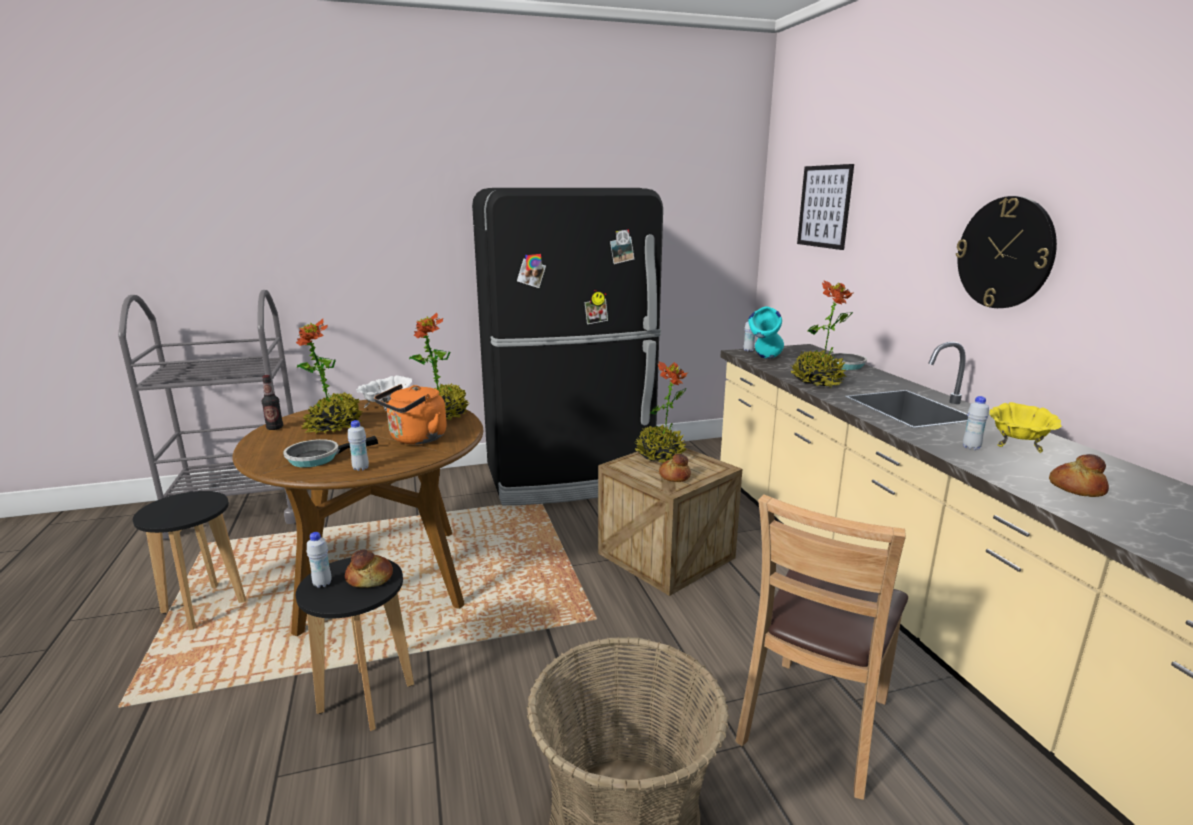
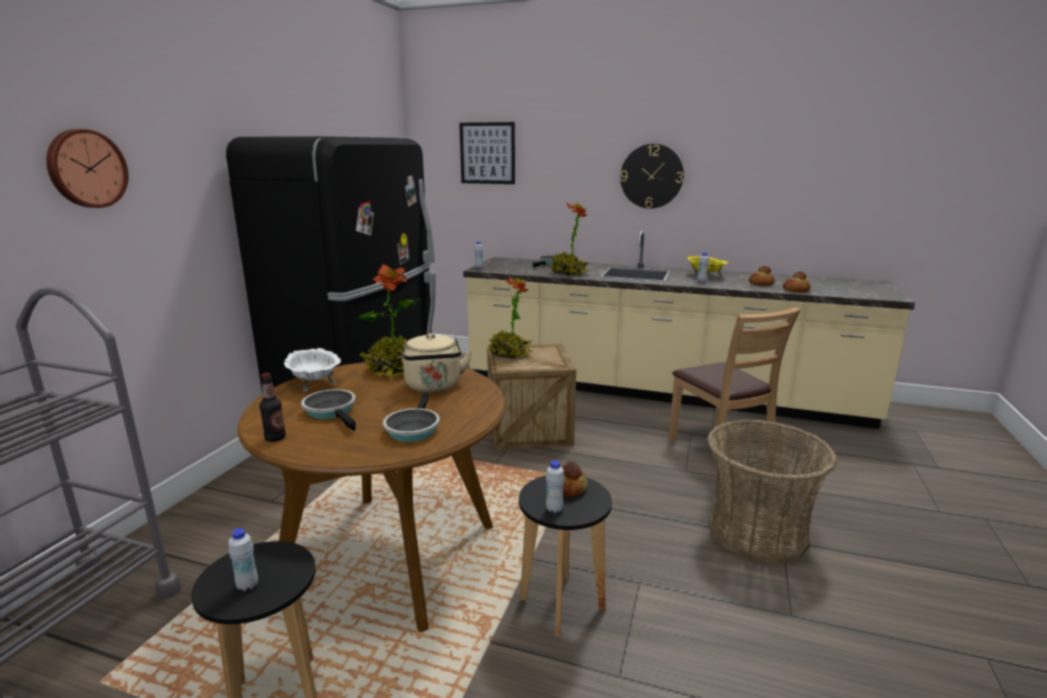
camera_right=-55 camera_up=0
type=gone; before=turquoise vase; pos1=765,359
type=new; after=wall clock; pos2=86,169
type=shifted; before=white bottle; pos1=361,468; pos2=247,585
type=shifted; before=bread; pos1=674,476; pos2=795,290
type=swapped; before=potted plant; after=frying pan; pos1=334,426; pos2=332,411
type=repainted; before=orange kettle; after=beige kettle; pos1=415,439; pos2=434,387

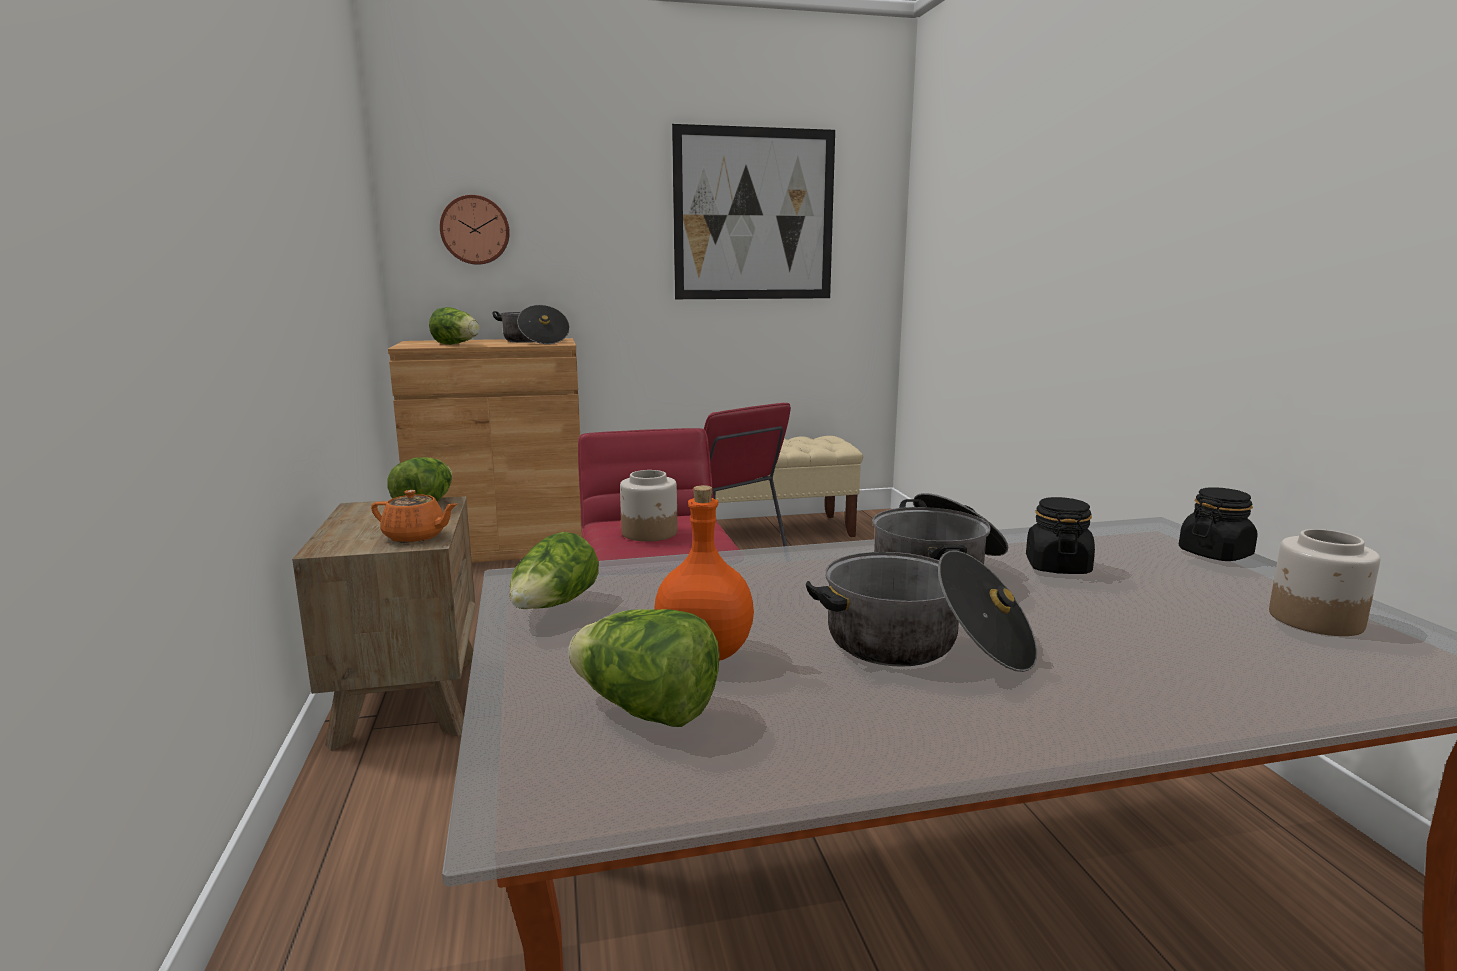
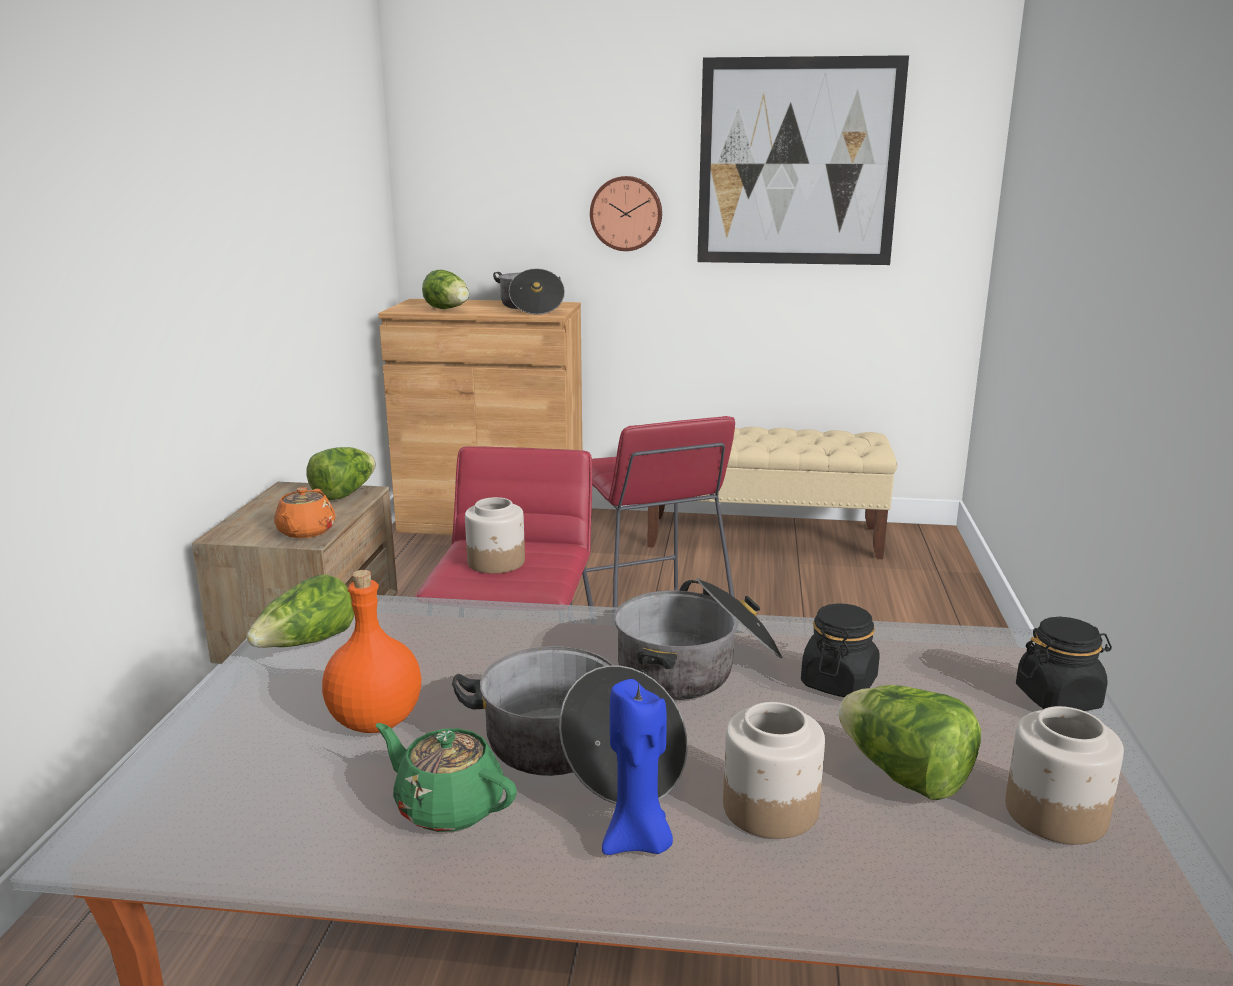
camera_right=20 camera_up=5
type=new; after=green teapot; pos2=448,806
type=new; after=blue candle; pos2=639,842
type=new; after=jar; pos2=769,808
type=shifted; before=wall clock; pos1=475,230; pos2=626,213
type=shifted; before=lettuce; pos1=646,710; pos2=904,776
type=rotated; before=orange teapot; pos1=416,537; pos2=305,532; turn=60

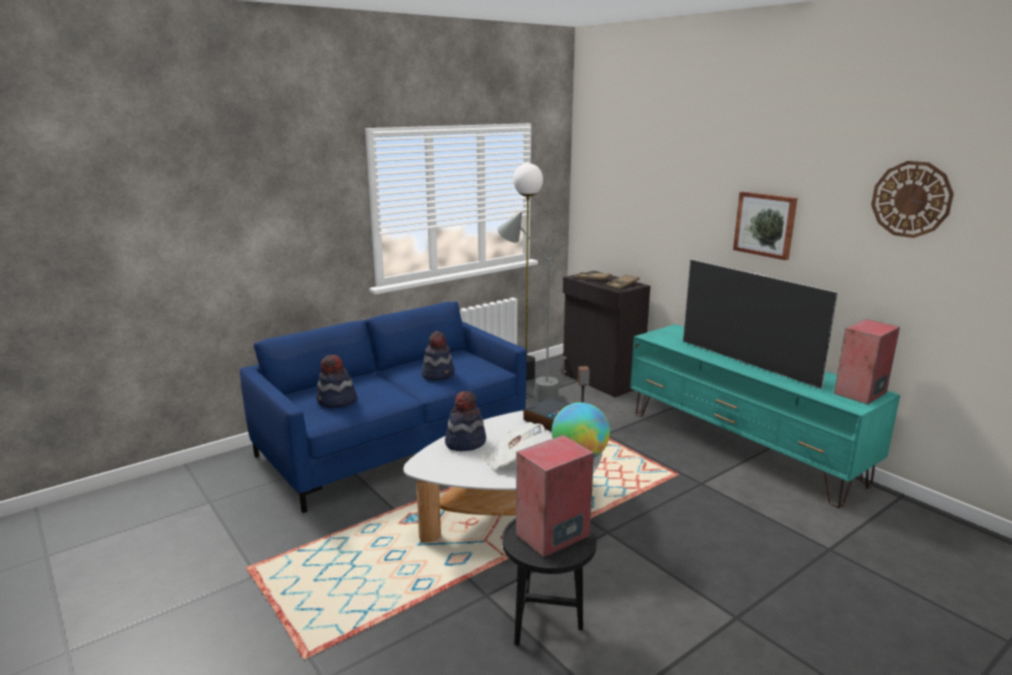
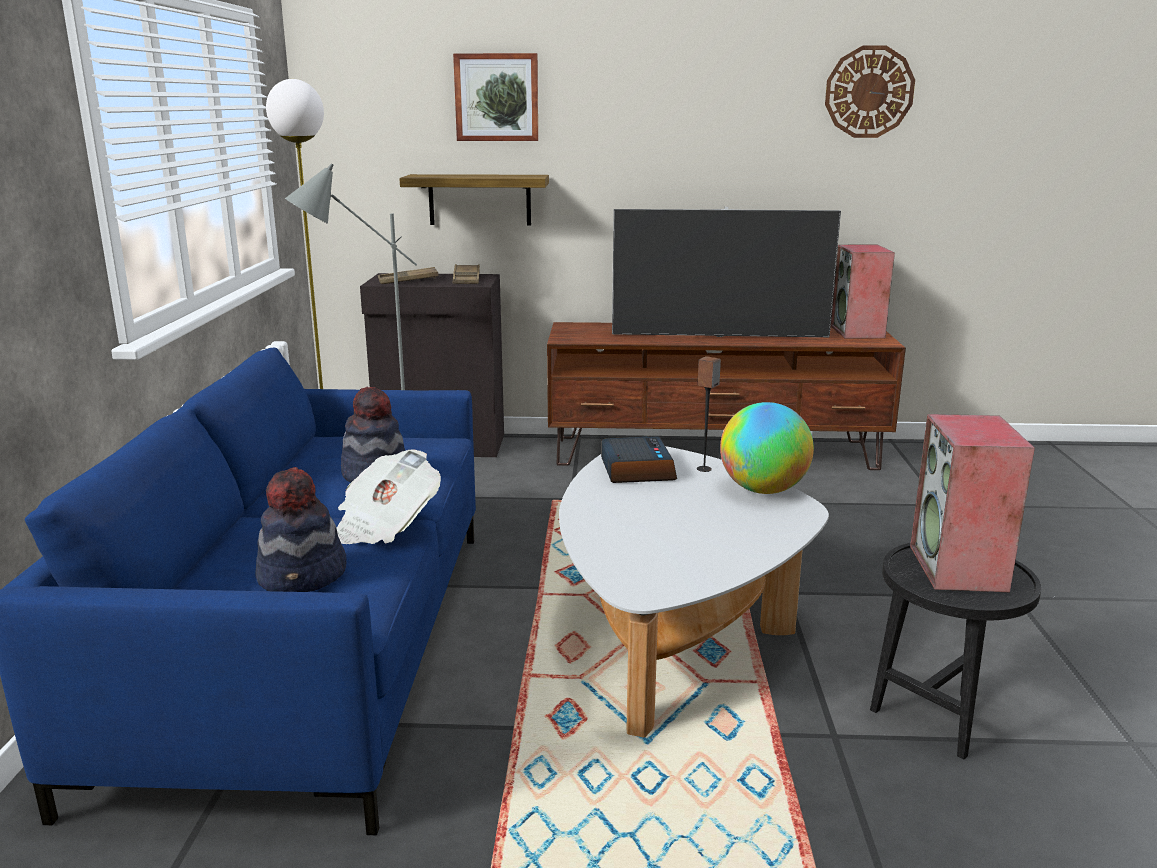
camera_right=-50 camera_up=0
type=gone; before=hat; pos1=465,442
type=new; after=shelf; pos2=479,199
type=shifted; before=newspaper; pos1=511,459; pos2=385,526
type=shifted; before=picture; pos1=765,224; pos2=497,97
type=repainted; before=turquoise tv stand; after=brown tv stand; pos1=742,447; pos2=715,453

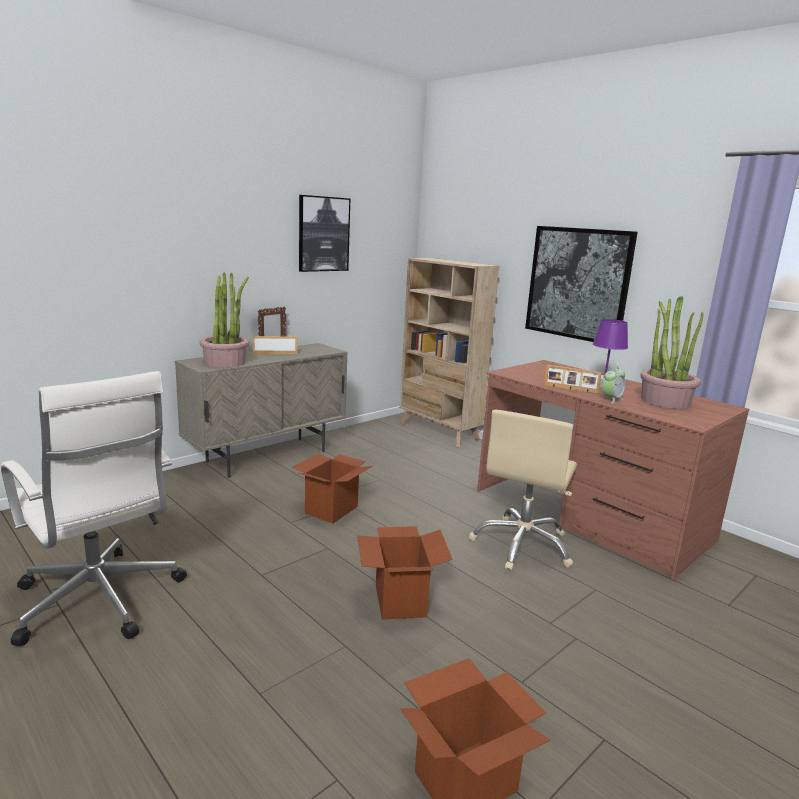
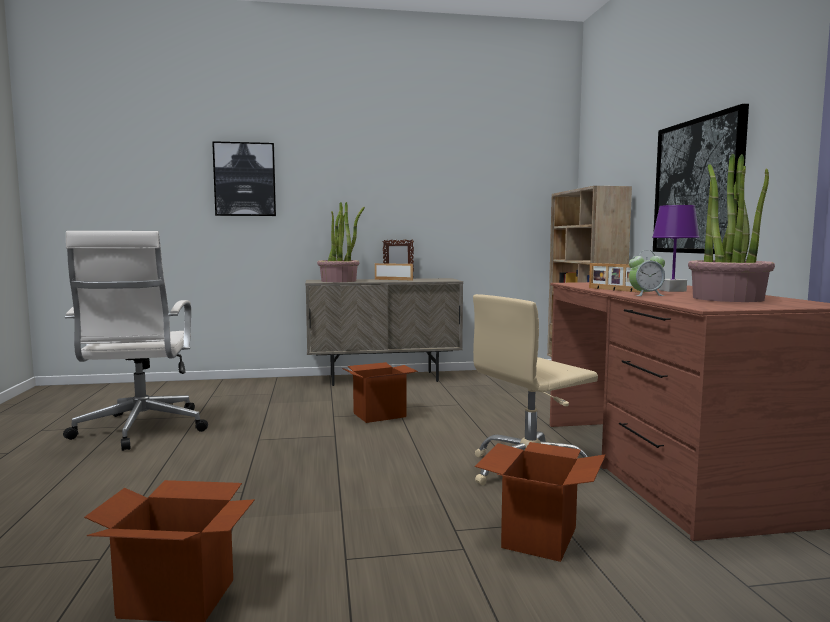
camera_right=35 camera_up=-10
type=shifted; before=picture; pos1=323,234; pos2=245,179
type=shifted; before=cardboard box; pos1=400,600; pos2=539,537

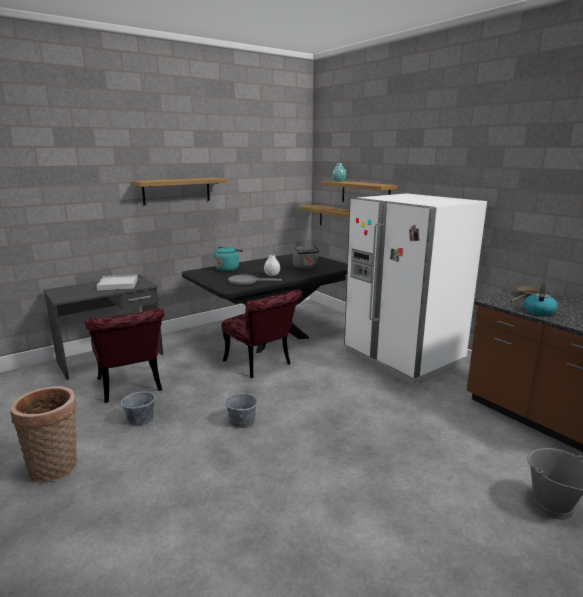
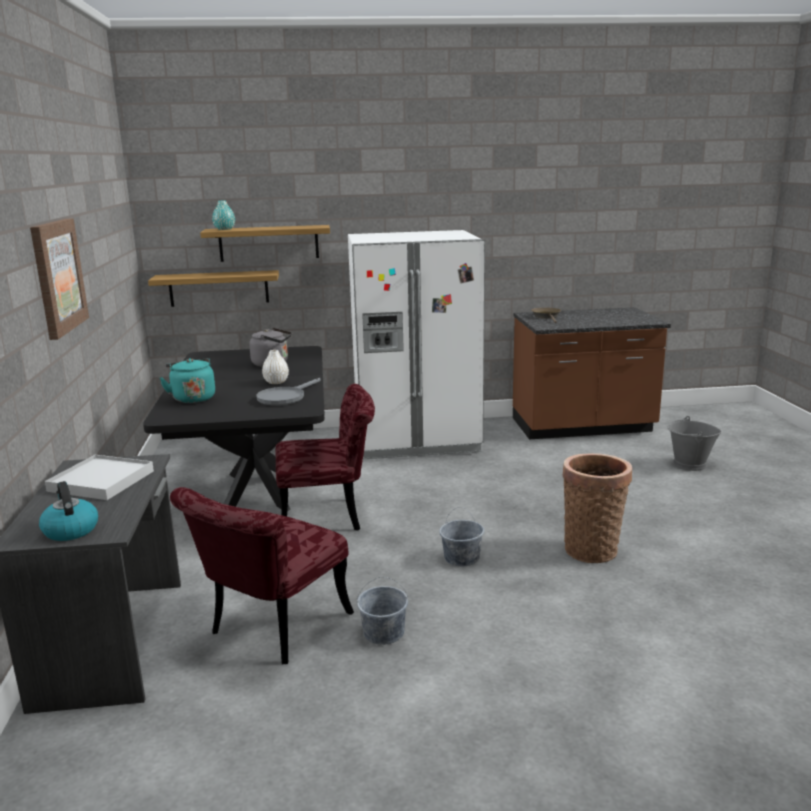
camera_right=-60 camera_up=0
type=shifted; before=basket; pos1=56,468; pos2=592,548
type=shifted; before=kettle; pos1=538,311; pos2=70,530
type=swapped; before=shelf; after=picture; pos1=176,191; pos2=58,276
type=rotated; before=red chair; pos1=131,388; pos2=271,630; turn=120

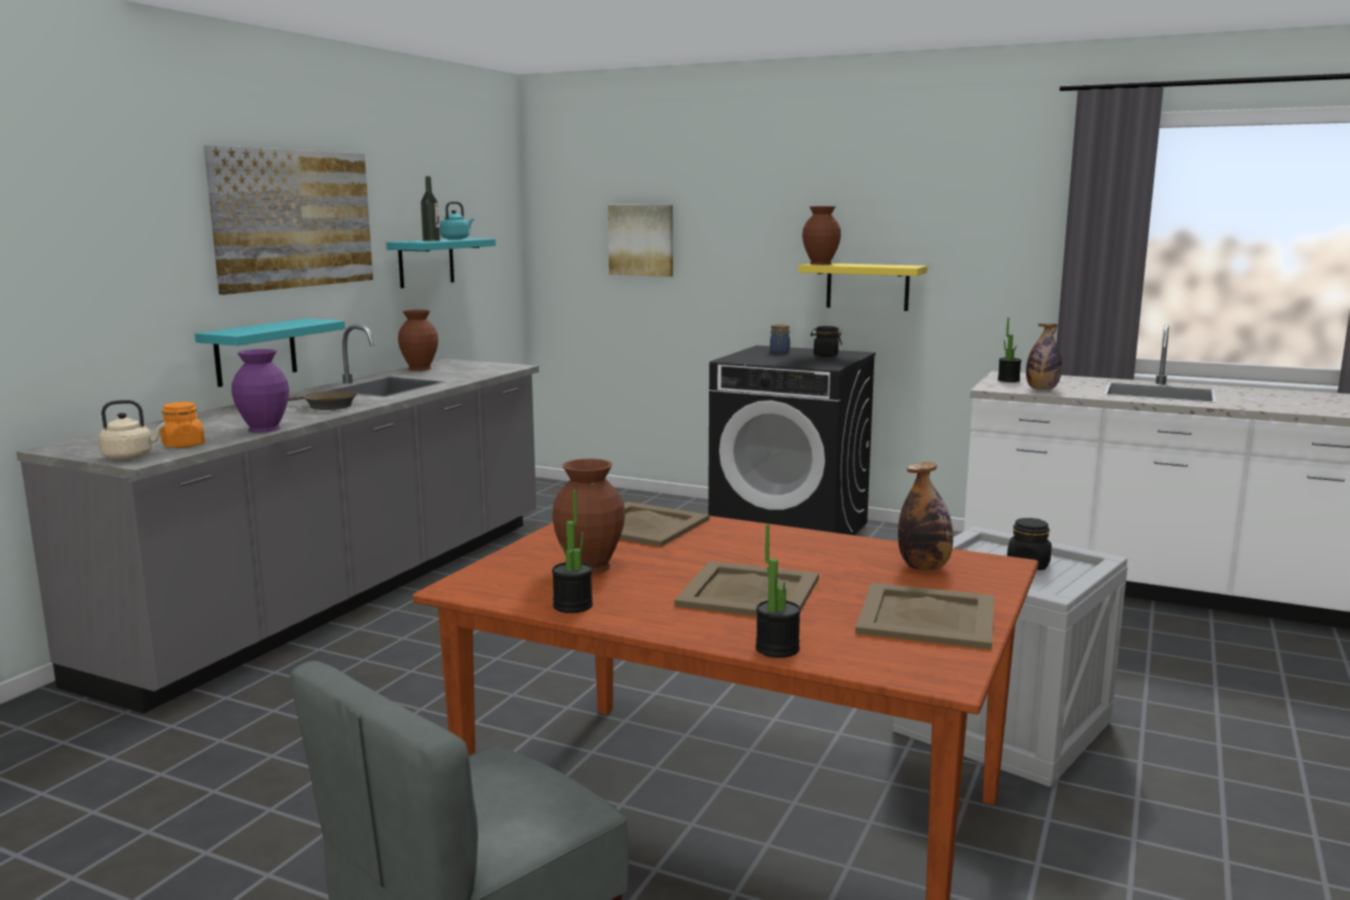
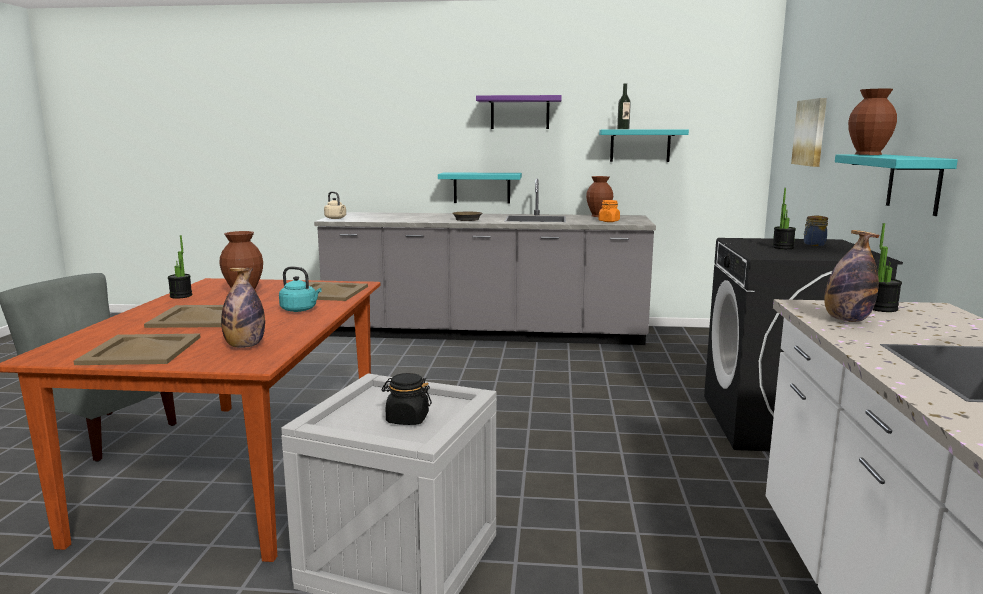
camera_right=70 camera_up=0
type=gone; before=purple vase; pos1=264,429
type=gone; before=black jar; pos1=825,355
type=shifted; before=orange jar; pos1=183,445; pos2=609,221
type=shifted; before=turquoise kettle; pos1=456,239; pos2=300,310
type=shifted; before=potted plant; pos1=777,649; pos2=782,247
type=swapped; before=picture; after=purple shelf; pos1=294,219; pos2=520,113
type=repainted; before=yellow shelf; after=turquoise shelf; pos1=867,286; pos2=914,183

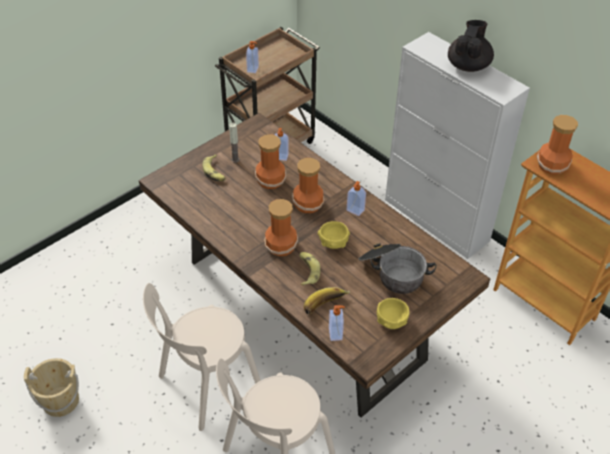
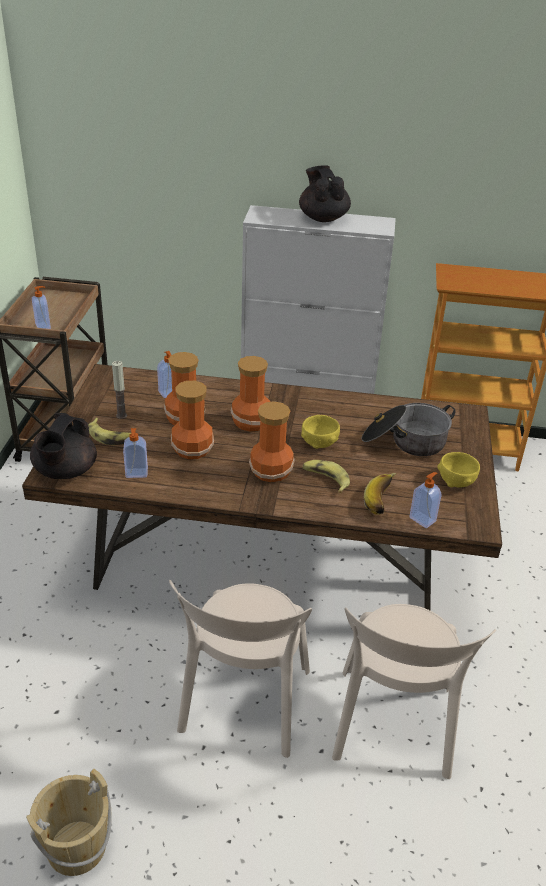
camera_right=-40 camera_up=-10
type=new; after=black teapot; pos2=65,472
type=shifted; before=soap dispenser; pos1=355,210; pos2=136,473
type=shifted; before=vase; pos1=552,164; pos2=192,448

